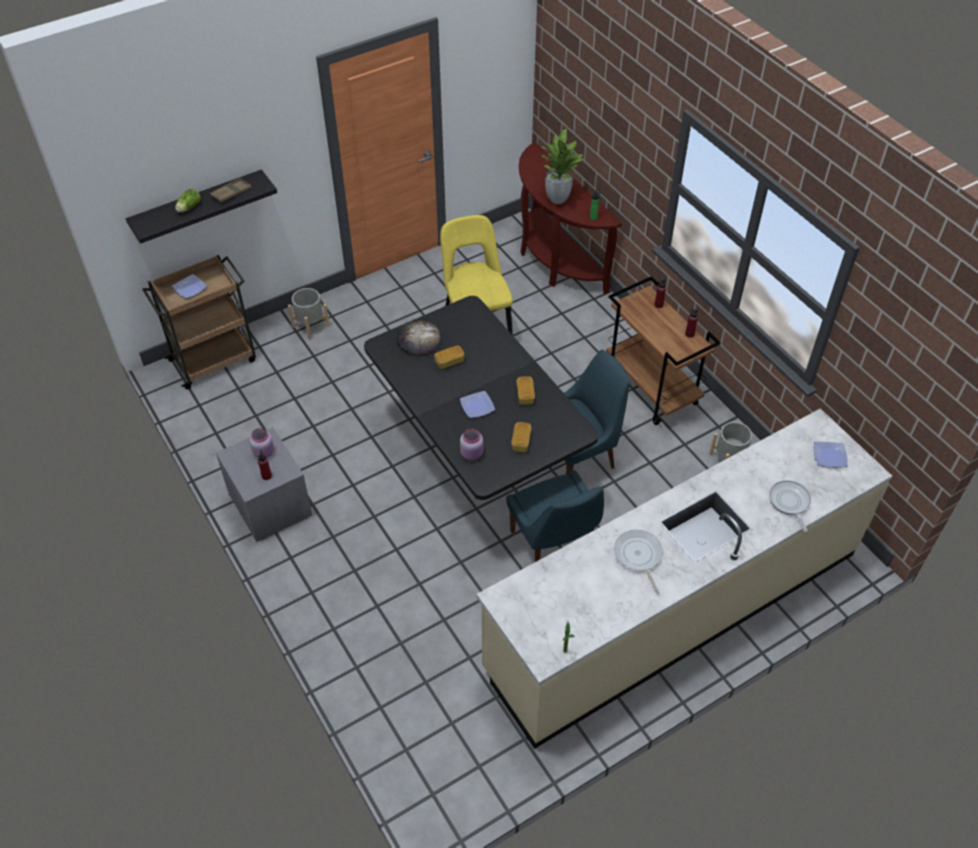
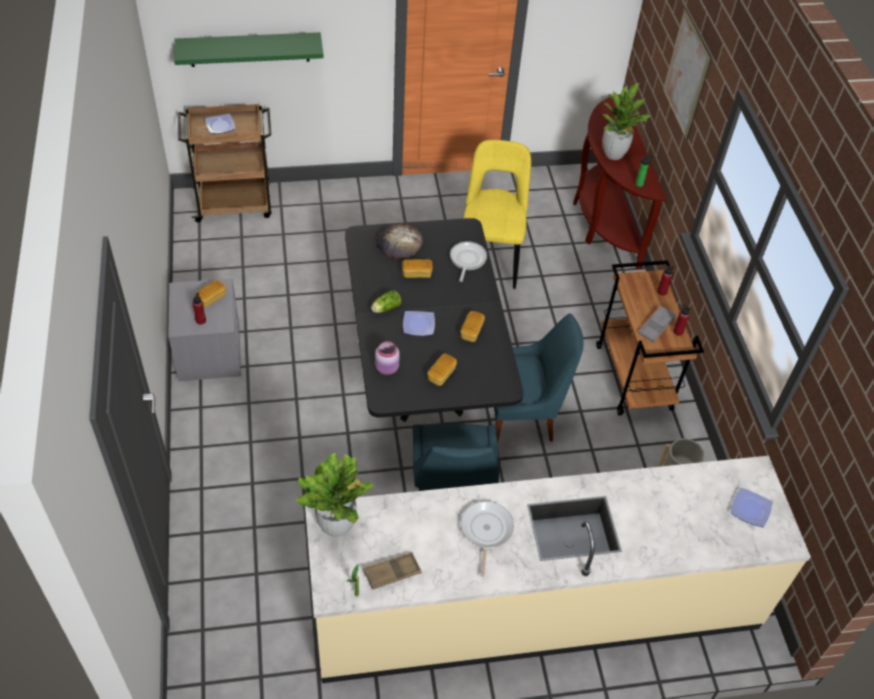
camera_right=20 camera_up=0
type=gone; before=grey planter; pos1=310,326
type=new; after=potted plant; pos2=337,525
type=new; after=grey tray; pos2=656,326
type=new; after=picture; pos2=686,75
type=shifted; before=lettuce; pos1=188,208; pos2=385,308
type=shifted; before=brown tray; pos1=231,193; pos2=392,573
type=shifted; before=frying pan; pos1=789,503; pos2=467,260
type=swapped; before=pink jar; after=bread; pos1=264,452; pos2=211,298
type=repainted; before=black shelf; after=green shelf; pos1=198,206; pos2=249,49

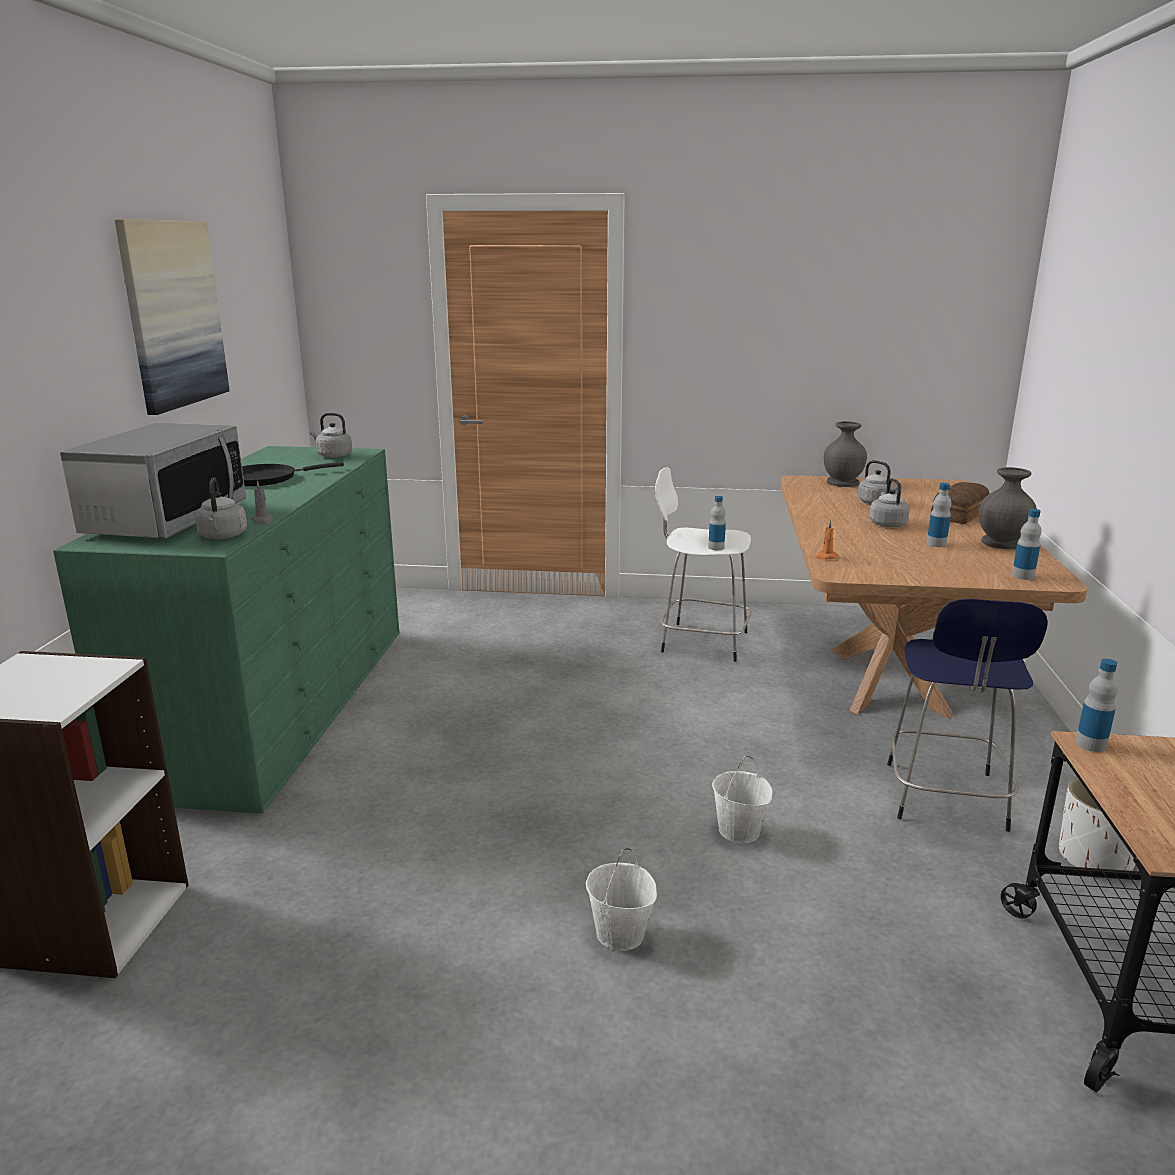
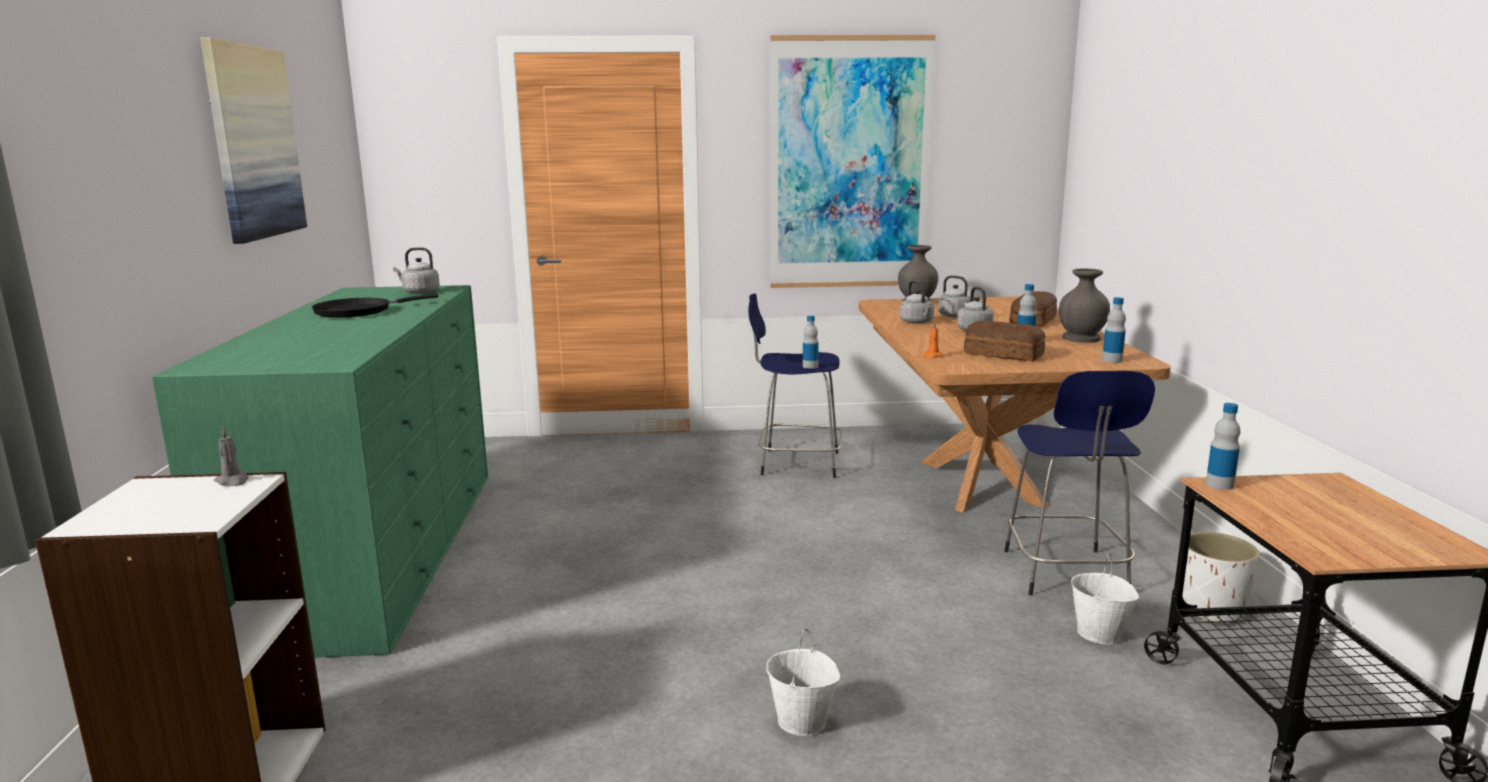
camera_right=-10 camera_up=-5
type=gone; before=microwave; pos1=166,520
type=new; after=picture; pos2=849,165
type=new; after=bread; pos2=1002,354
type=shifted; before=grey kettle; pos1=223,536; pos2=917,322
type=shifted; before=grey candle; pos1=263,521; pos2=233,481
type=shifted; before=white bucket; pos1=739,831; pos2=1099,633
type=repainted; before=white stool; after=blue stool; pos1=701,641; pos2=796,463

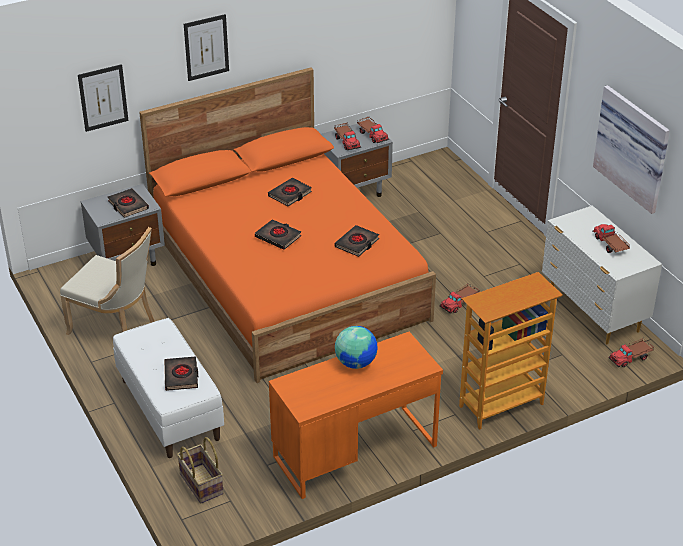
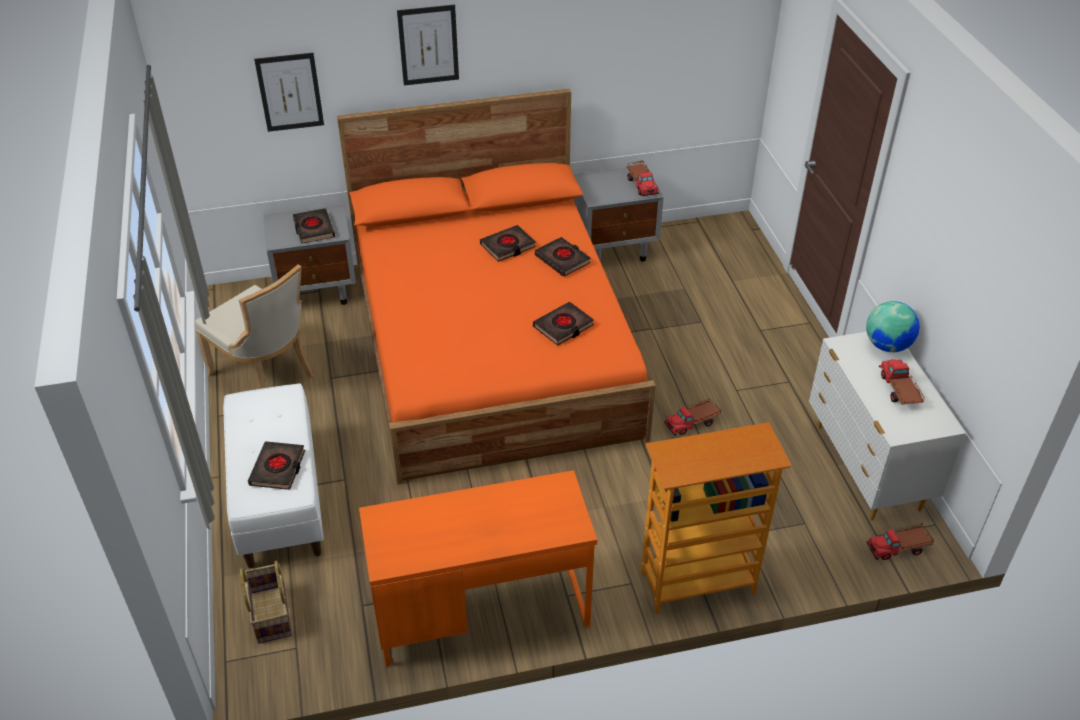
camera_right=15 camera_up=5
type=gone; before=toy truck; pos1=347,141
type=gone; before=picture; pos1=634,147
type=shifted; before=black book; pos1=278,237; pos2=562,260
type=shifted; before=globe; pos1=356,363; pos2=887,345

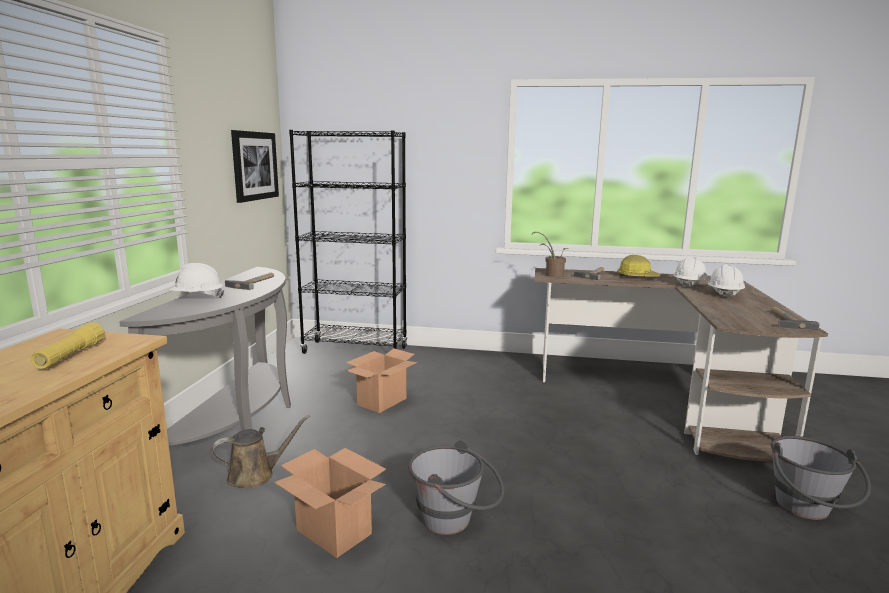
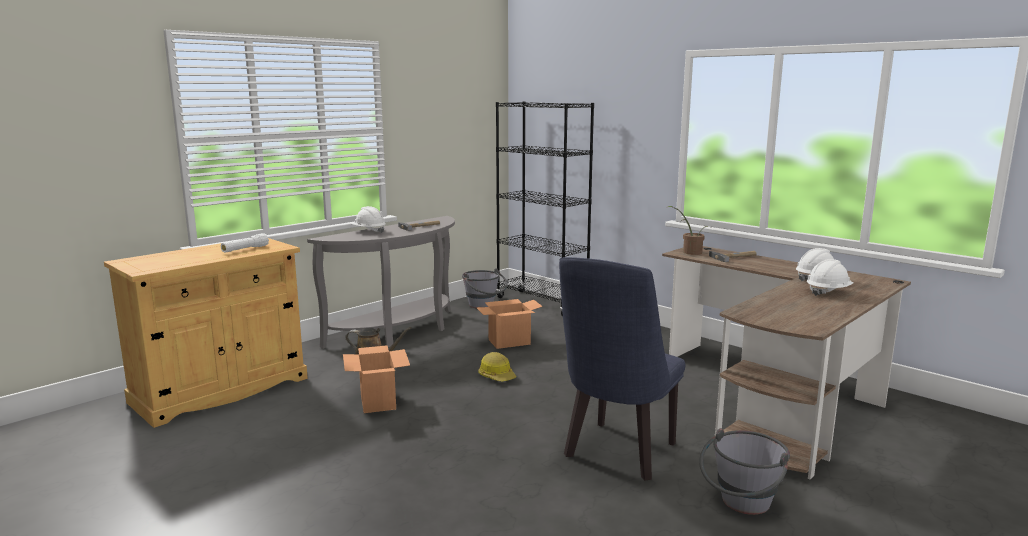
camera_right=35 camera_up=0
type=gone; before=picture; pos1=254,166
type=gone; before=hammer; pos1=785,320
type=new; after=blue chair; pos2=617,454
type=shifted; before=grey bucket; pos1=456,521; pos2=484,306
type=shifted; before=hard hat; pos1=637,277; pos2=497,376
type=repainted; before=yellow flashlight; after=white flashlight; pos1=71,356; pos2=245,249

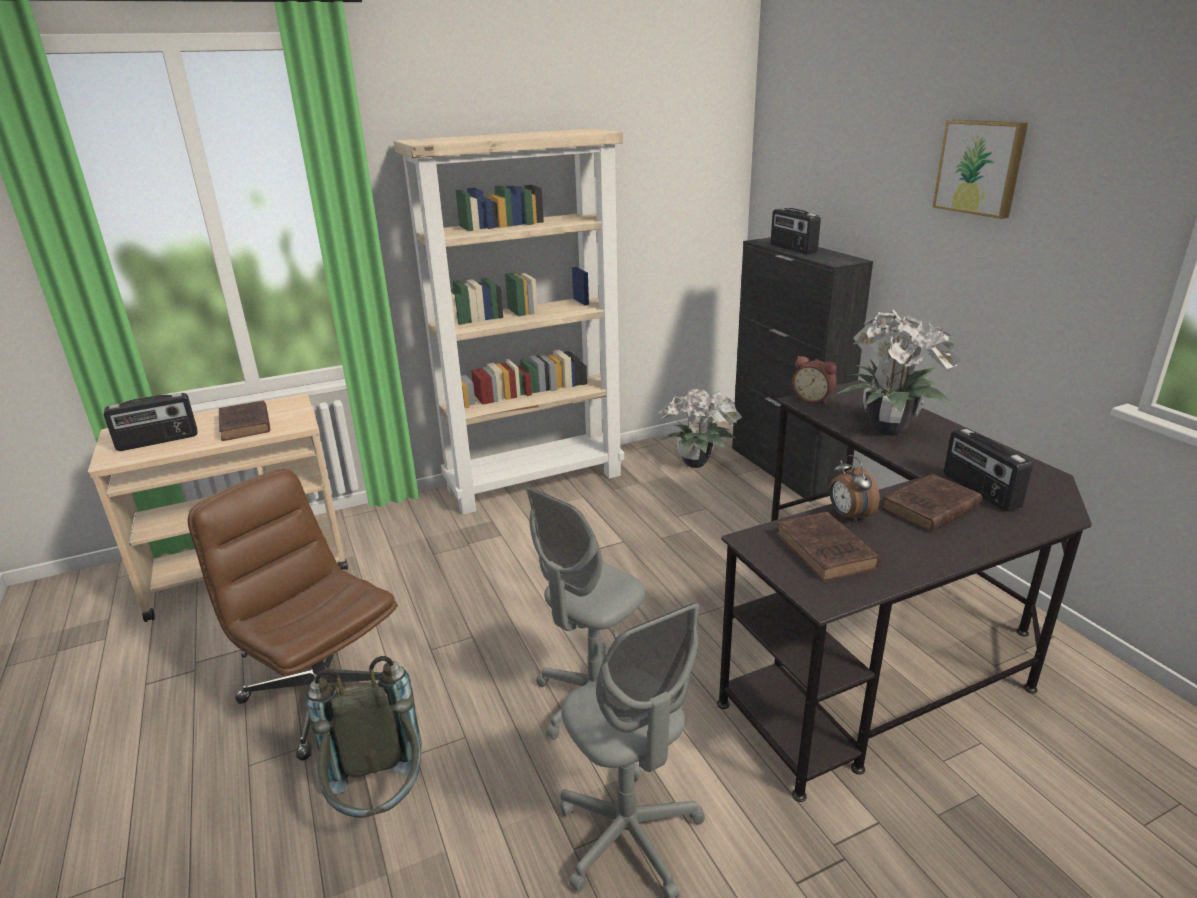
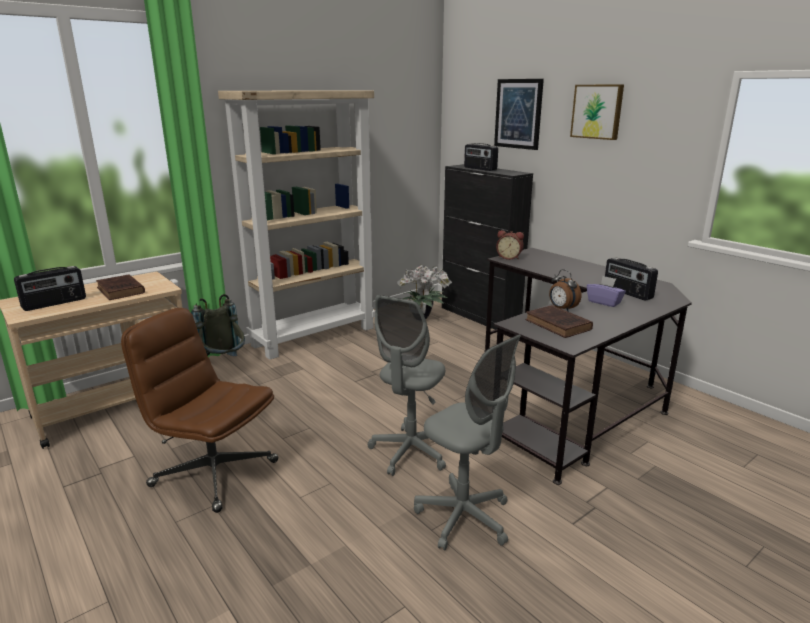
camera_right=-15 camera_up=-5
type=gone; before=potted plant; pos1=885,428
type=new; after=picture; pos2=518,114
type=shifted; before=grey backpack; pos1=380,803; pos2=224,364
type=swapped; before=brown book; after=purple tissue box; pos1=929,508; pos2=604,302

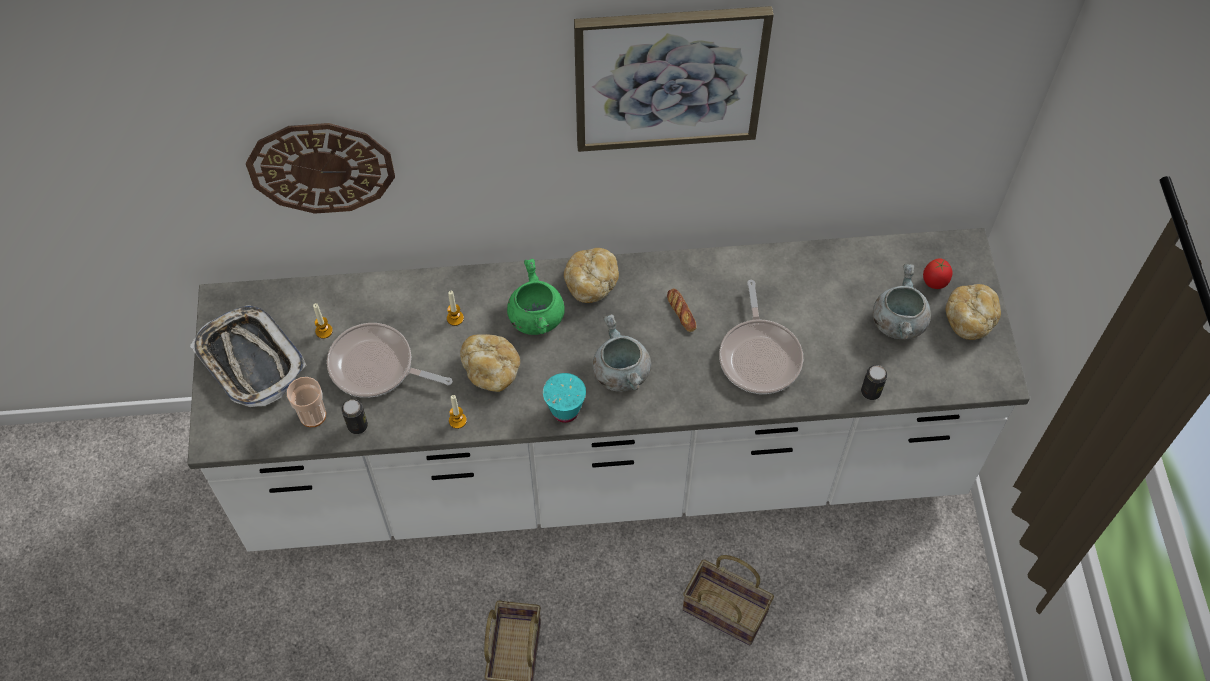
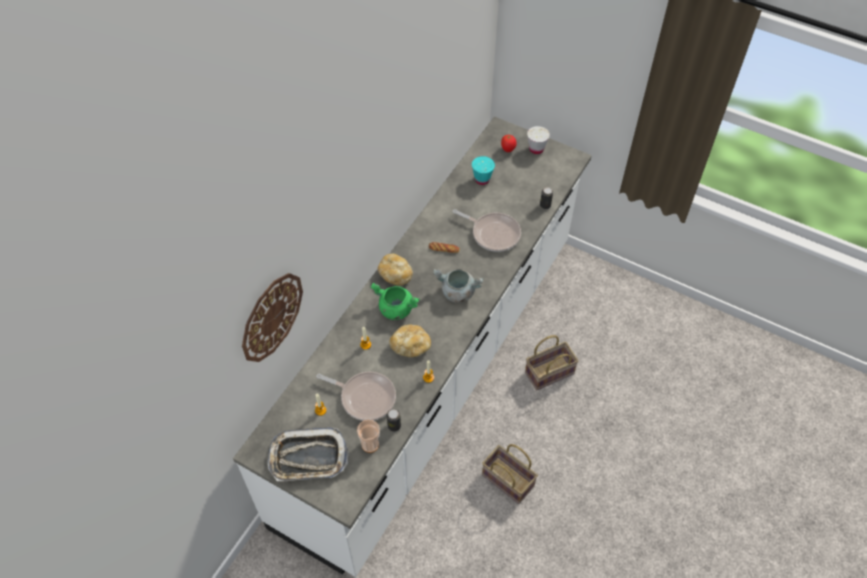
camera_right=-55 camera_up=-5
type=gone; before=picture; pos1=669,78
type=gone; before=grey cooking pot; pos1=897,321
type=shifted; before=turquoise cup; pos1=565,411; pos2=482,179
type=swapped; before=bread; after=white cup; pos1=970,318; pos2=536,149
type=rotated; before=frying pan; pos1=376,367; pos2=365,397; turn=-120

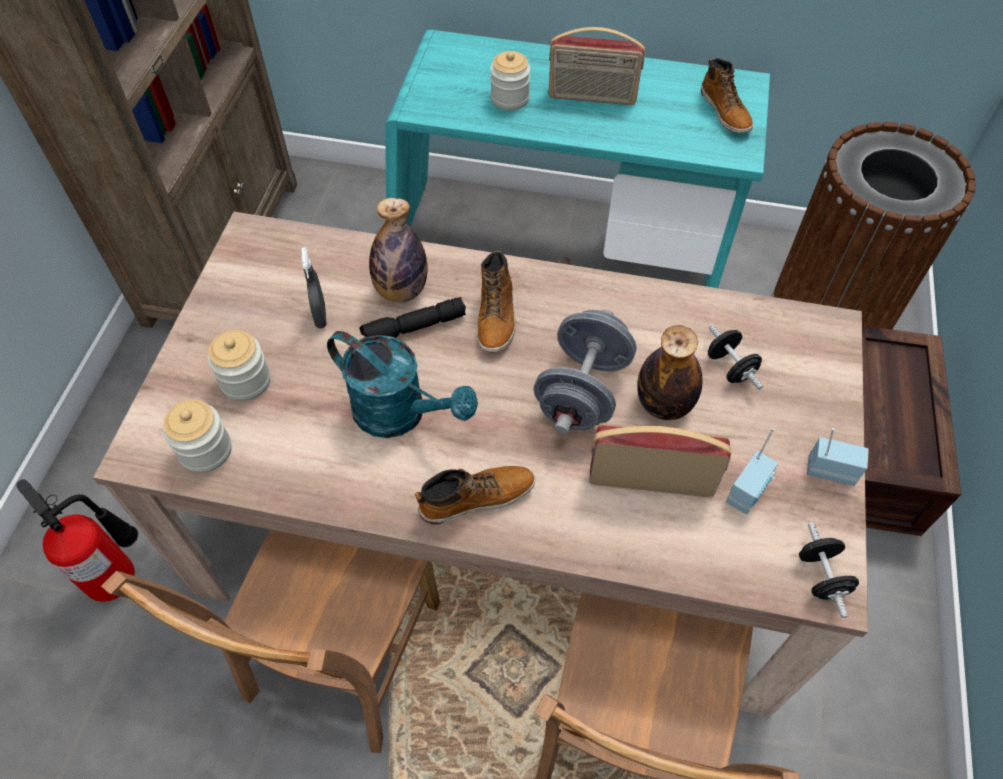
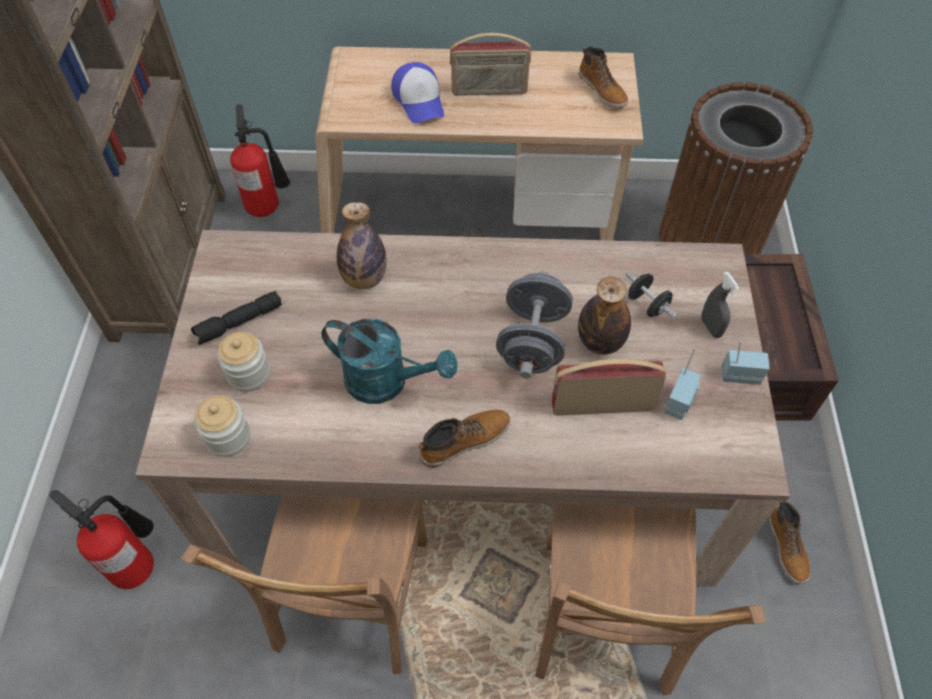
camera_right=-10 camera_up=0
type=gone; before=black dumbbell; pos1=821,577
type=new; after=fire extinguisher; pos2=268,206
type=shifted; before=grey spray bottle; pos1=320,316; pos2=711,327
type=shifted; before=black flashlight; pos1=414,329; pos2=239,323
type=shifted; before=boot; pos1=496,316; pos2=787,547
type=swapped; before=jar; after=cap; pos1=509,98; pos2=419,100
type=repainted; before=turquoise desk; after=beige desk; pos1=558,248; pos2=469,221

